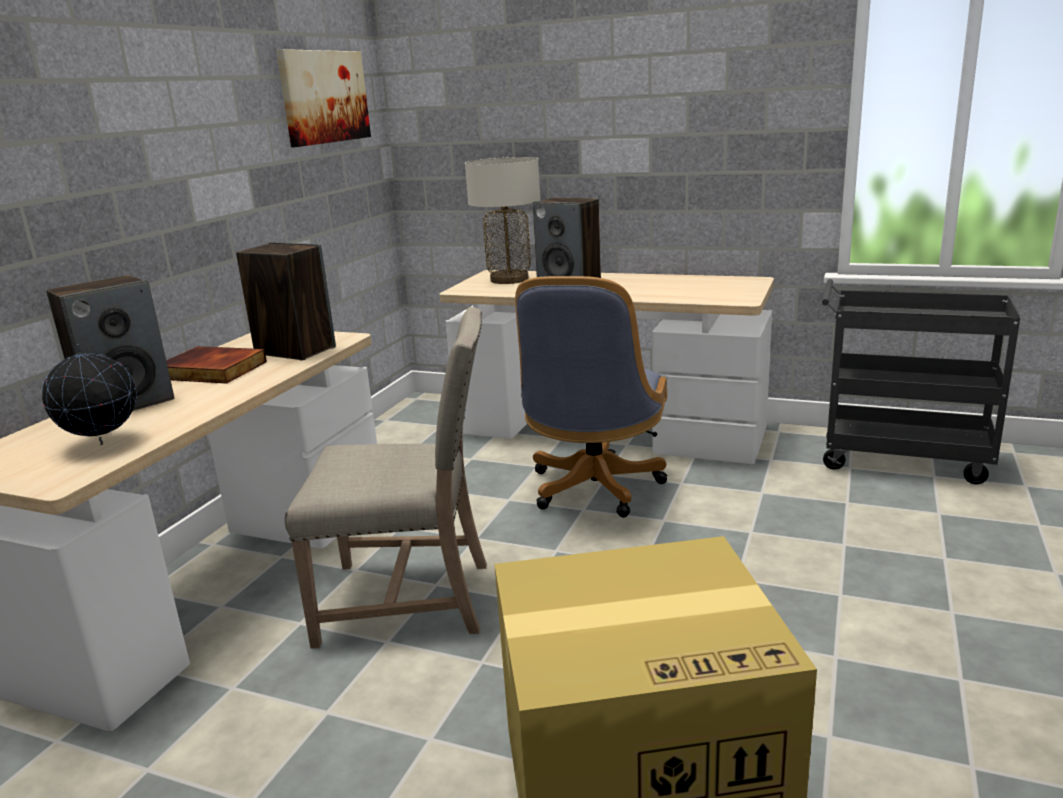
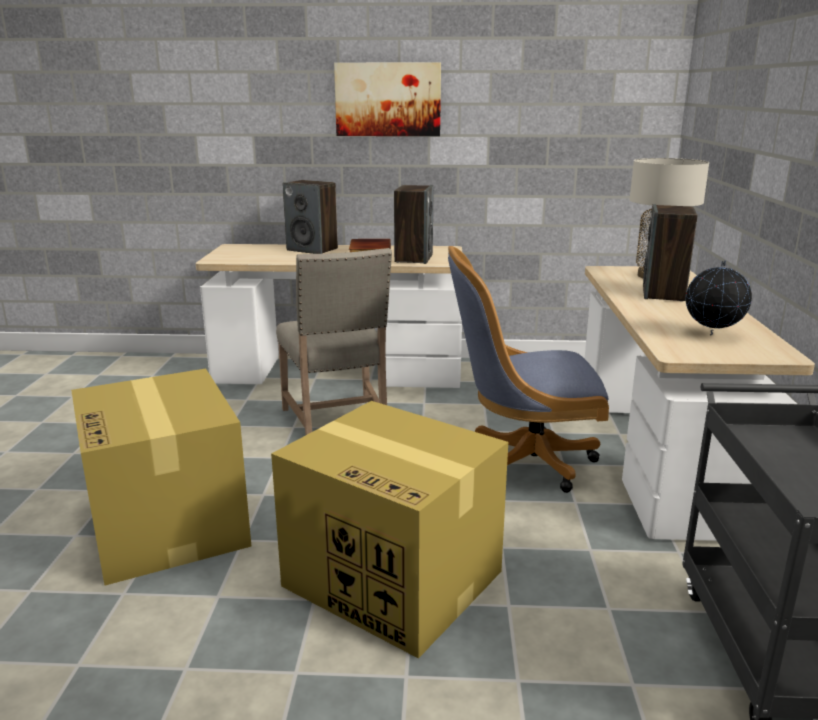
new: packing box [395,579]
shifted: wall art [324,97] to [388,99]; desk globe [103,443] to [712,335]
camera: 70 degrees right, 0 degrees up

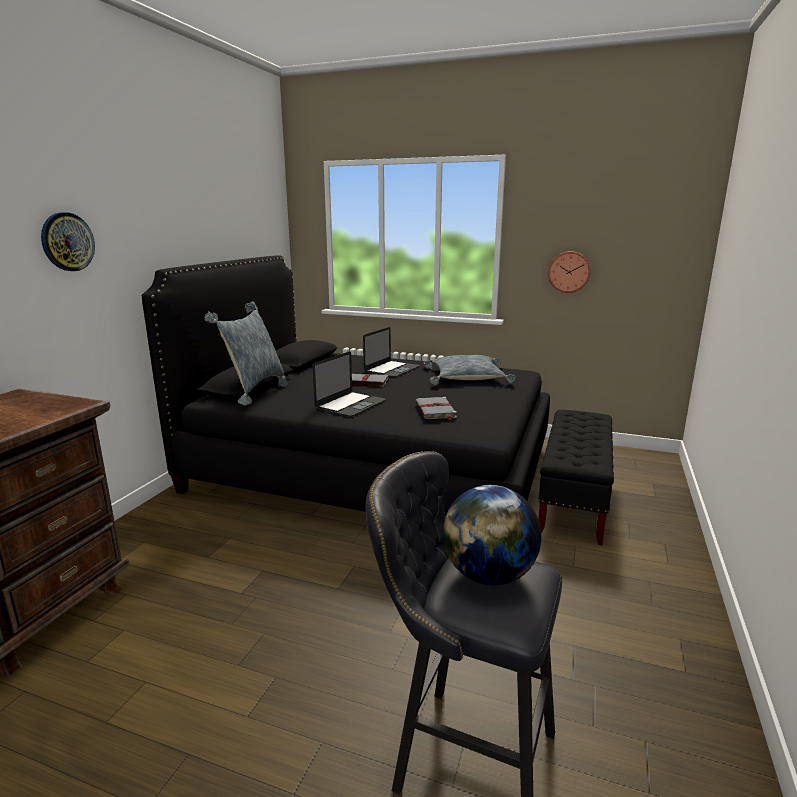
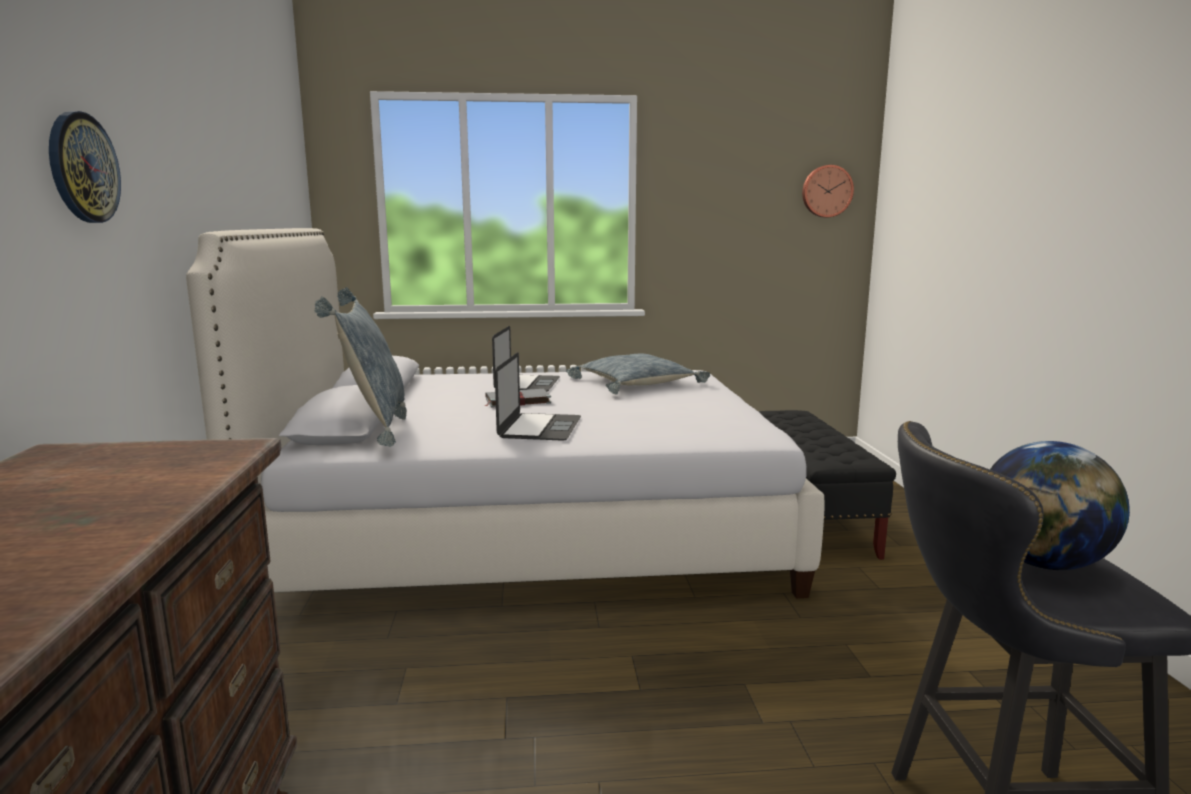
gone: greyish bound book [435,410]
shifted: wall clock [569,272] to [826,191]
repainted: blackish bed [372,469] to white-coloured bed [529,530]
camera: 25 degrees left, 5 degrees down

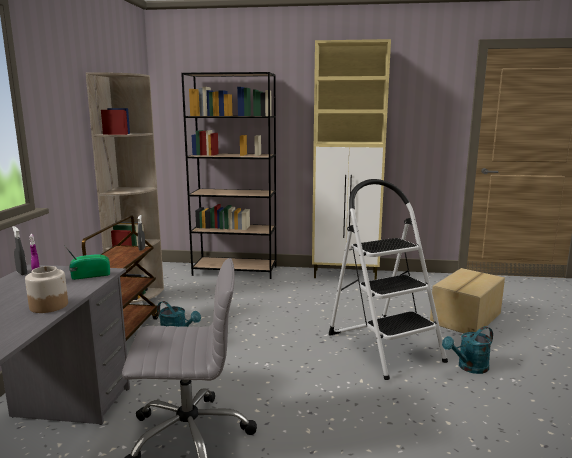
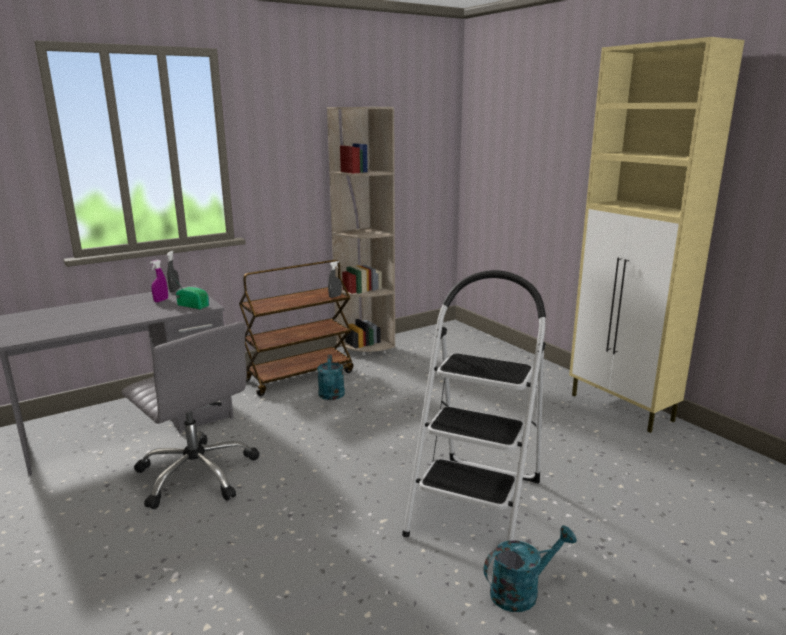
gone: preserve jar [49,306]; beige bookcase [235,271]; packing box [467,318]
rotated: blue-green watering can [469,367] = [522,591] 135 degrees clockwise
camera: 50 degrees right, 5 degrees up

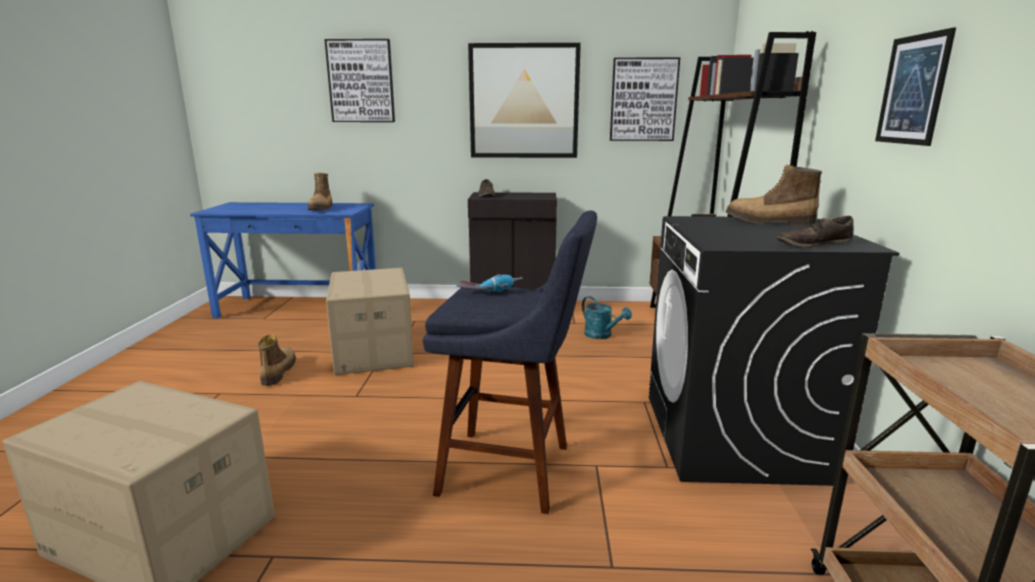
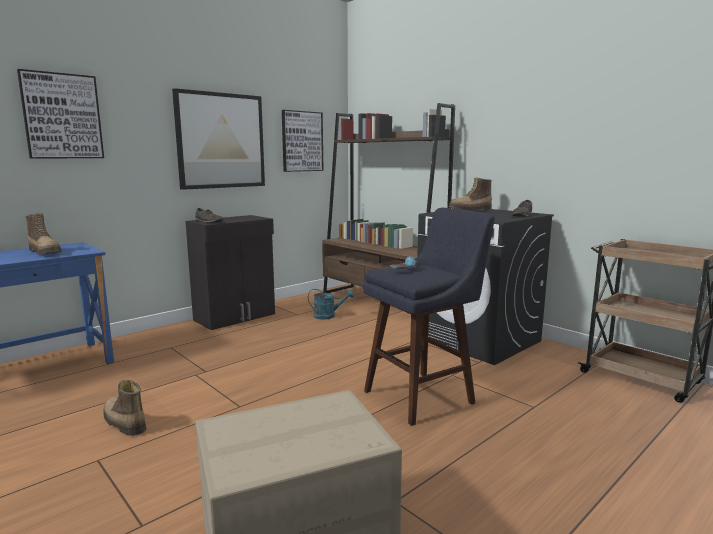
gone: packing box [372,351]; wall art [912,90]
camera: 45 degrees left, 5 degrees down

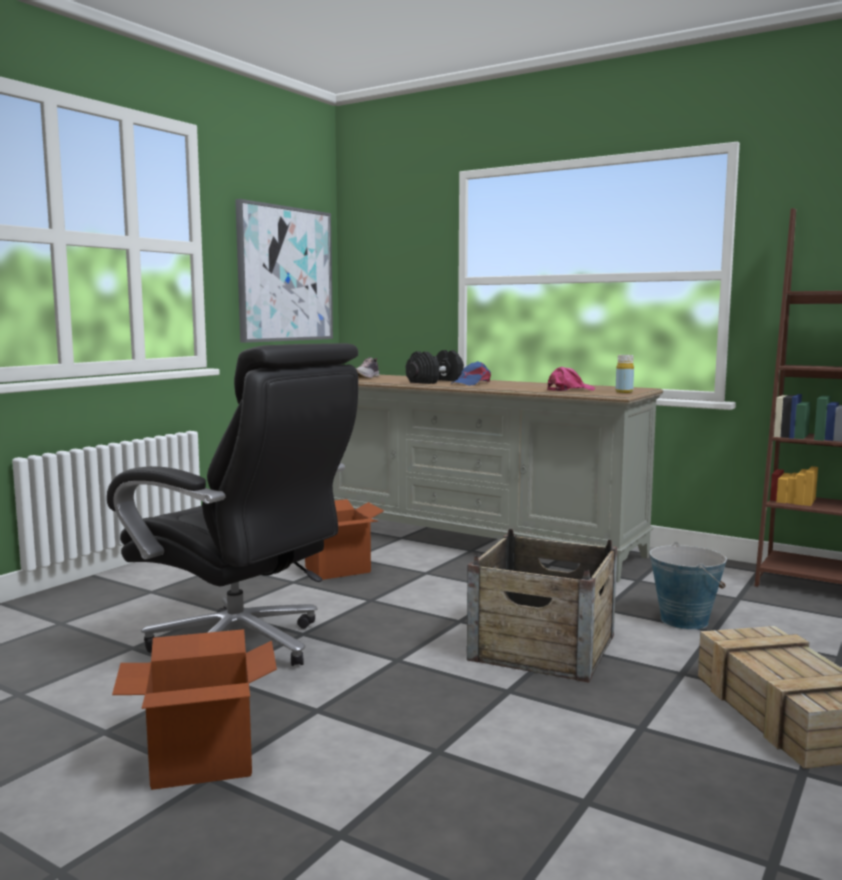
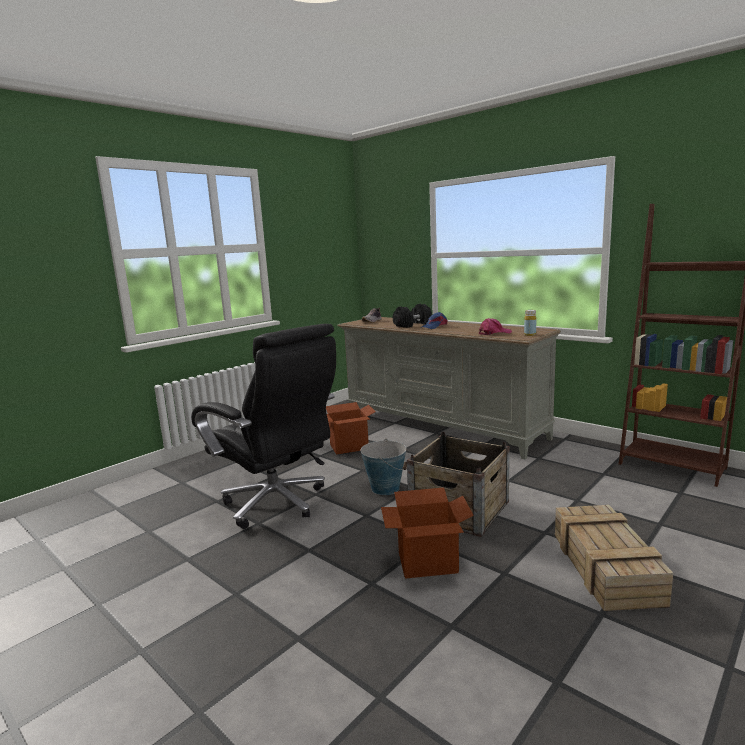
gone: wall art [285,274]
shifted: water bucket [684,620] to [385,488]; packing box [201,762] to [427,563]
camera: 10 degrees right, 5 degrees up

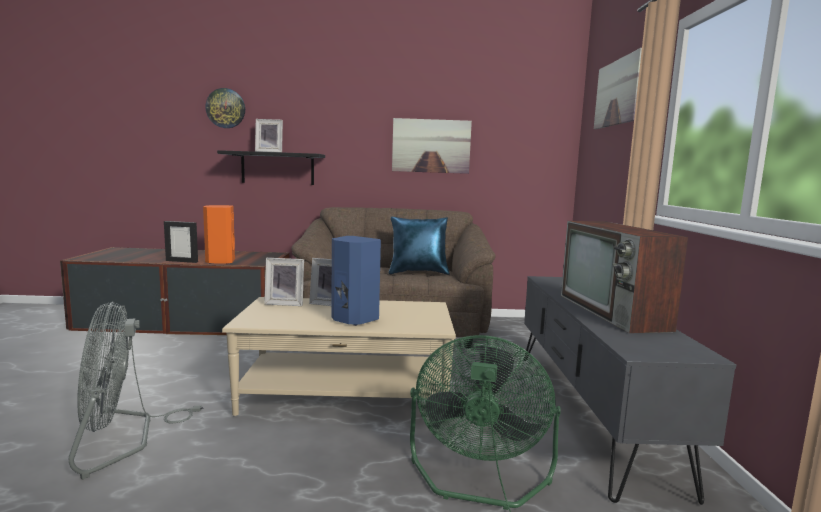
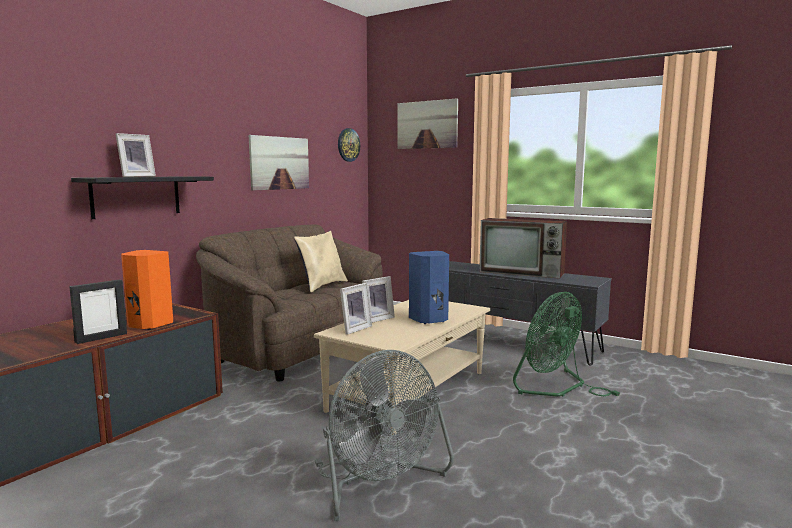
shifted: wall clock [226,108] to [348,145]
repainted: bluish pillow [418,272] to beige pillow [322,286]
rotated: greyish electric fan [126,434] = [375,485] 45 degrees counterclockwise
camera: 55 degrees left, 0 degrees up

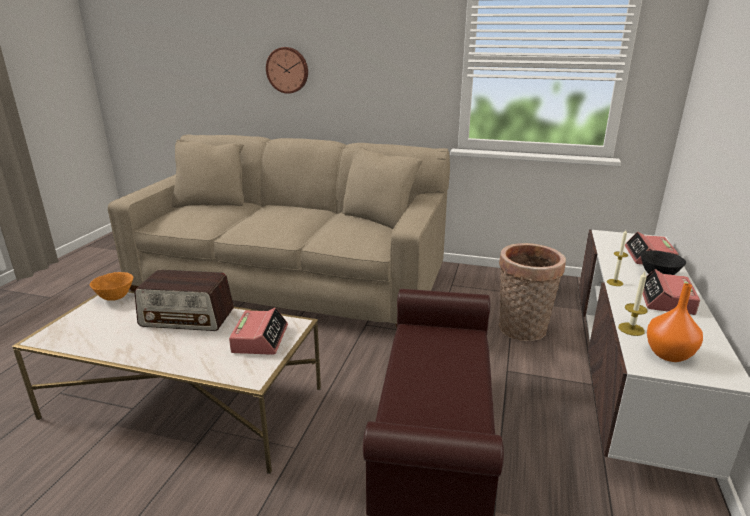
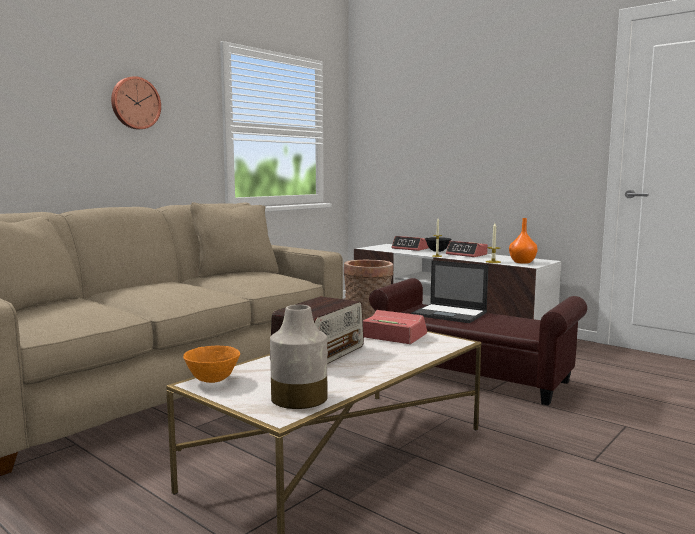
new: beige flower vase [298,398]; portable computer [450,314]
shifted: wall clock [288,70] to [135,103]
camera: 65 degrees left, 15 degrees down

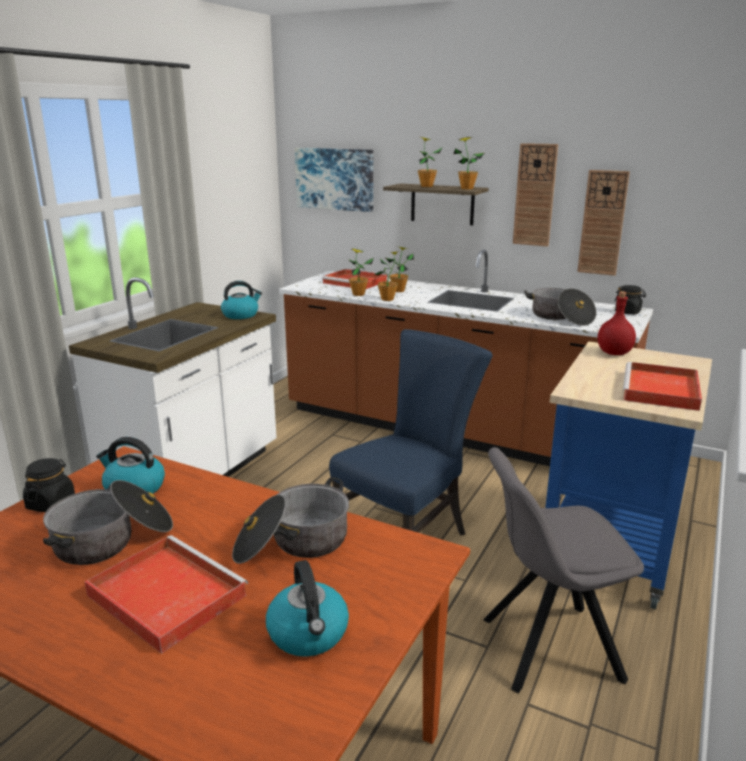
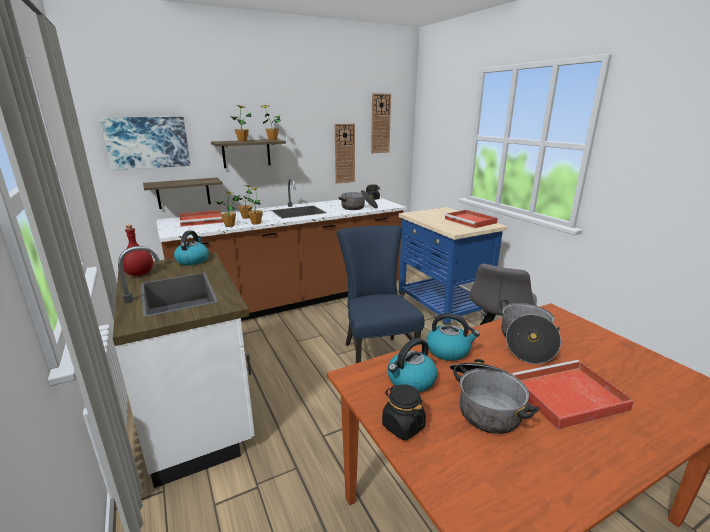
new: wall shelf [183,193]
shifted: reddish beverage bottle [613,353] to [138,273]; wall clock [535,195] to [380,123]; kettle [309,634] to [448,351]
camera: 55 degrees left, 0 degrees up

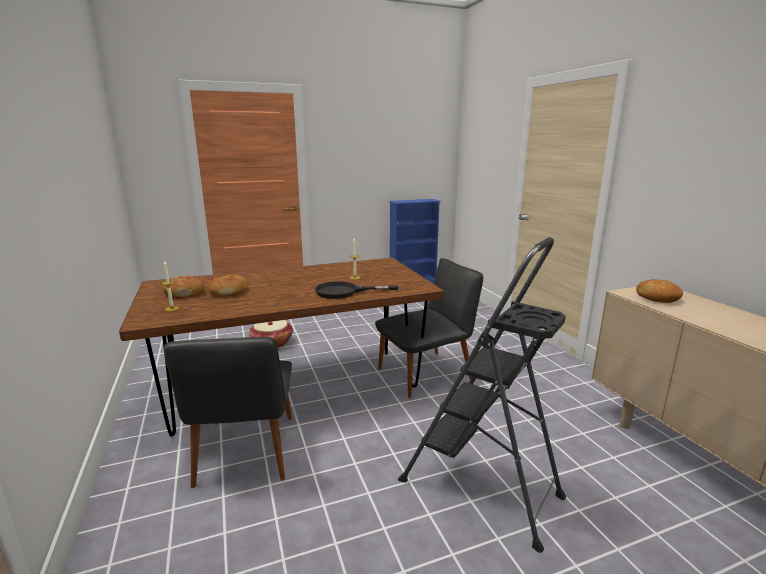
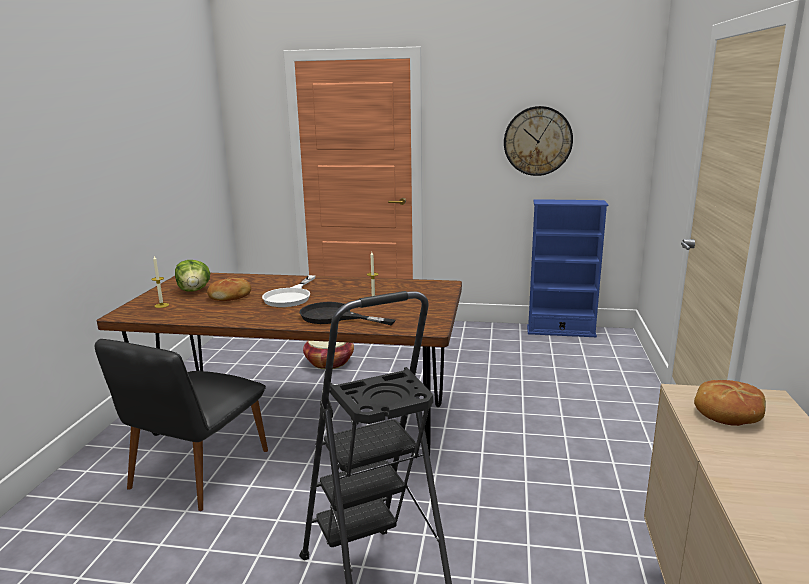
gone: blackish plain chair [424,373]
new: white-coloured pan [290,296]; wall clock [537,141]
swapped: baked bread [184,293] to lettuce head [194,290]
camera: 30 degrees right, 0 degrees up

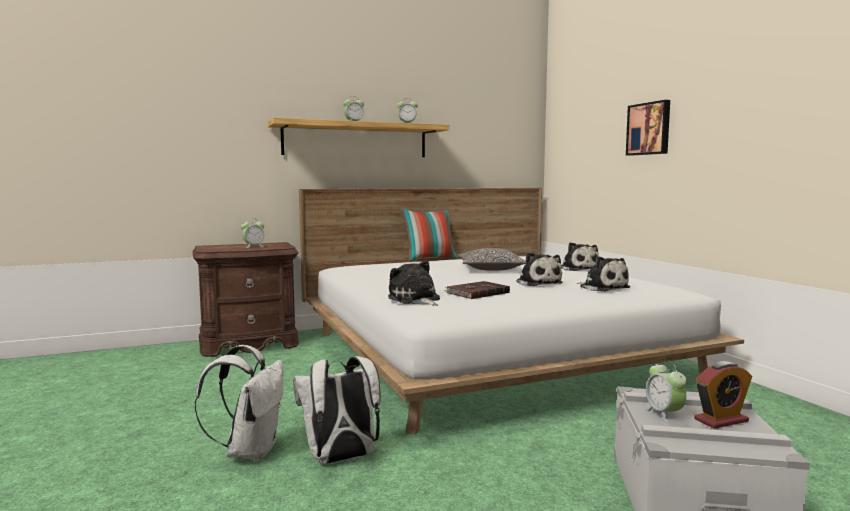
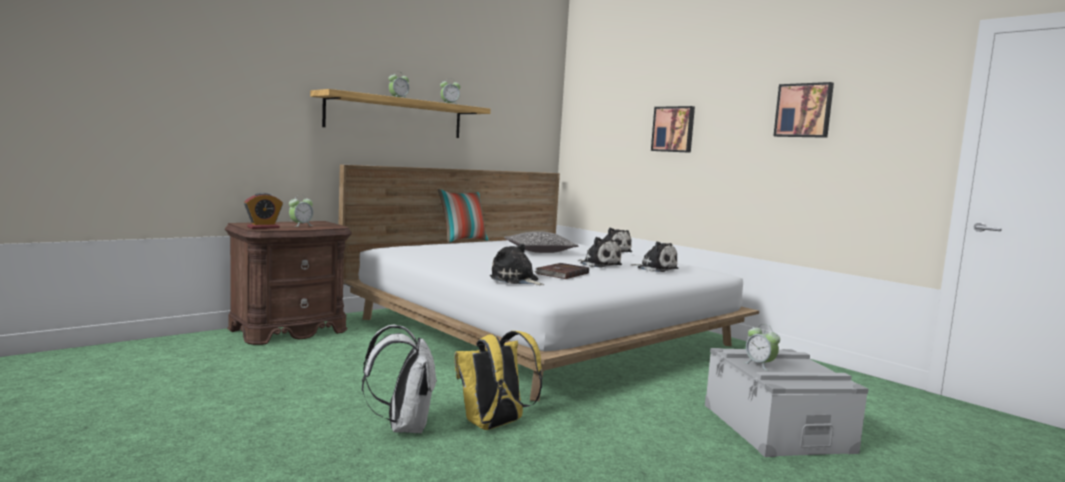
new: wall art [804,110]
shifted: bedside clock [721,420] to [263,227]
repainted: white-coloured backpack [341,459] to yellowish backpack [494,425]
camera: 20 degrees left, 0 degrees up

